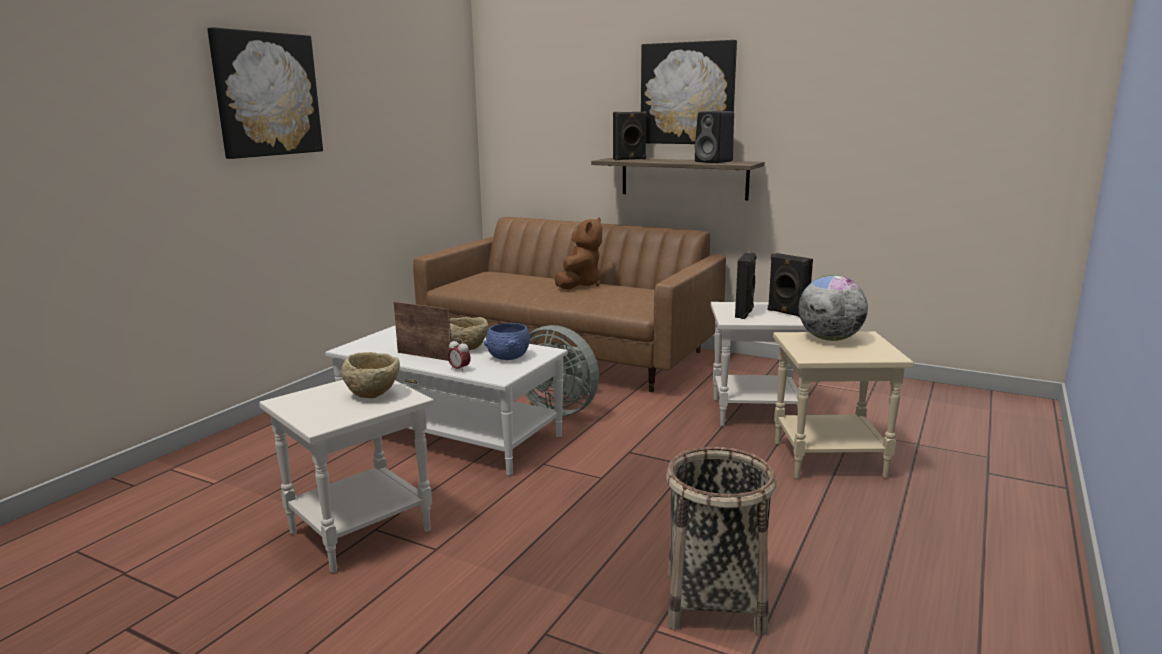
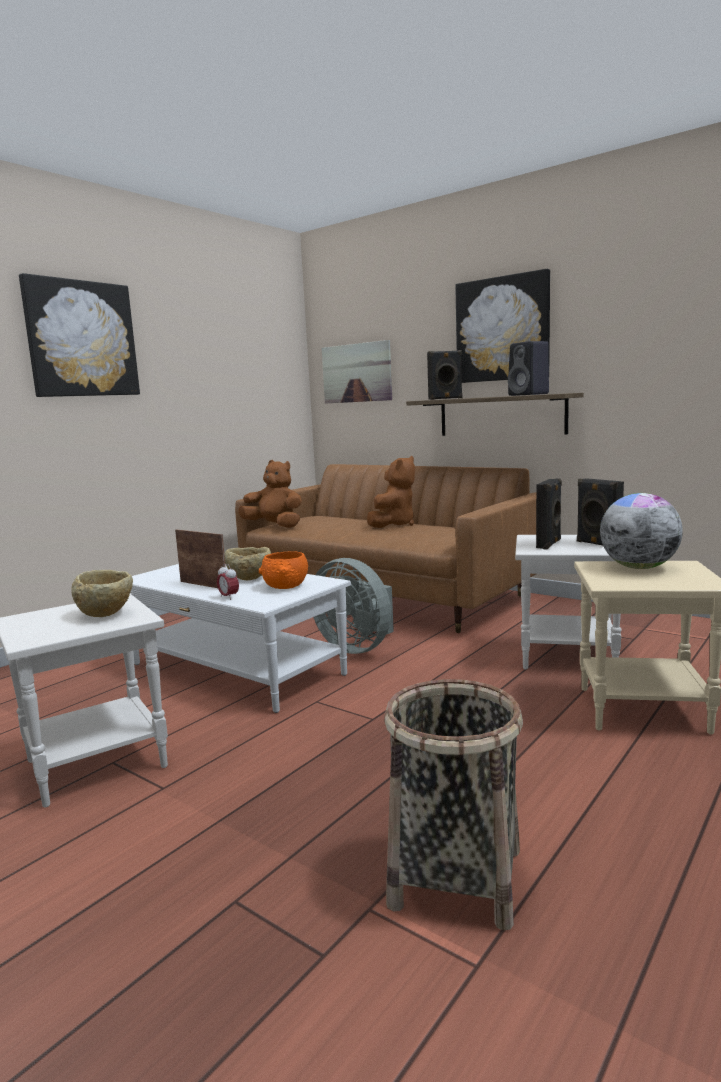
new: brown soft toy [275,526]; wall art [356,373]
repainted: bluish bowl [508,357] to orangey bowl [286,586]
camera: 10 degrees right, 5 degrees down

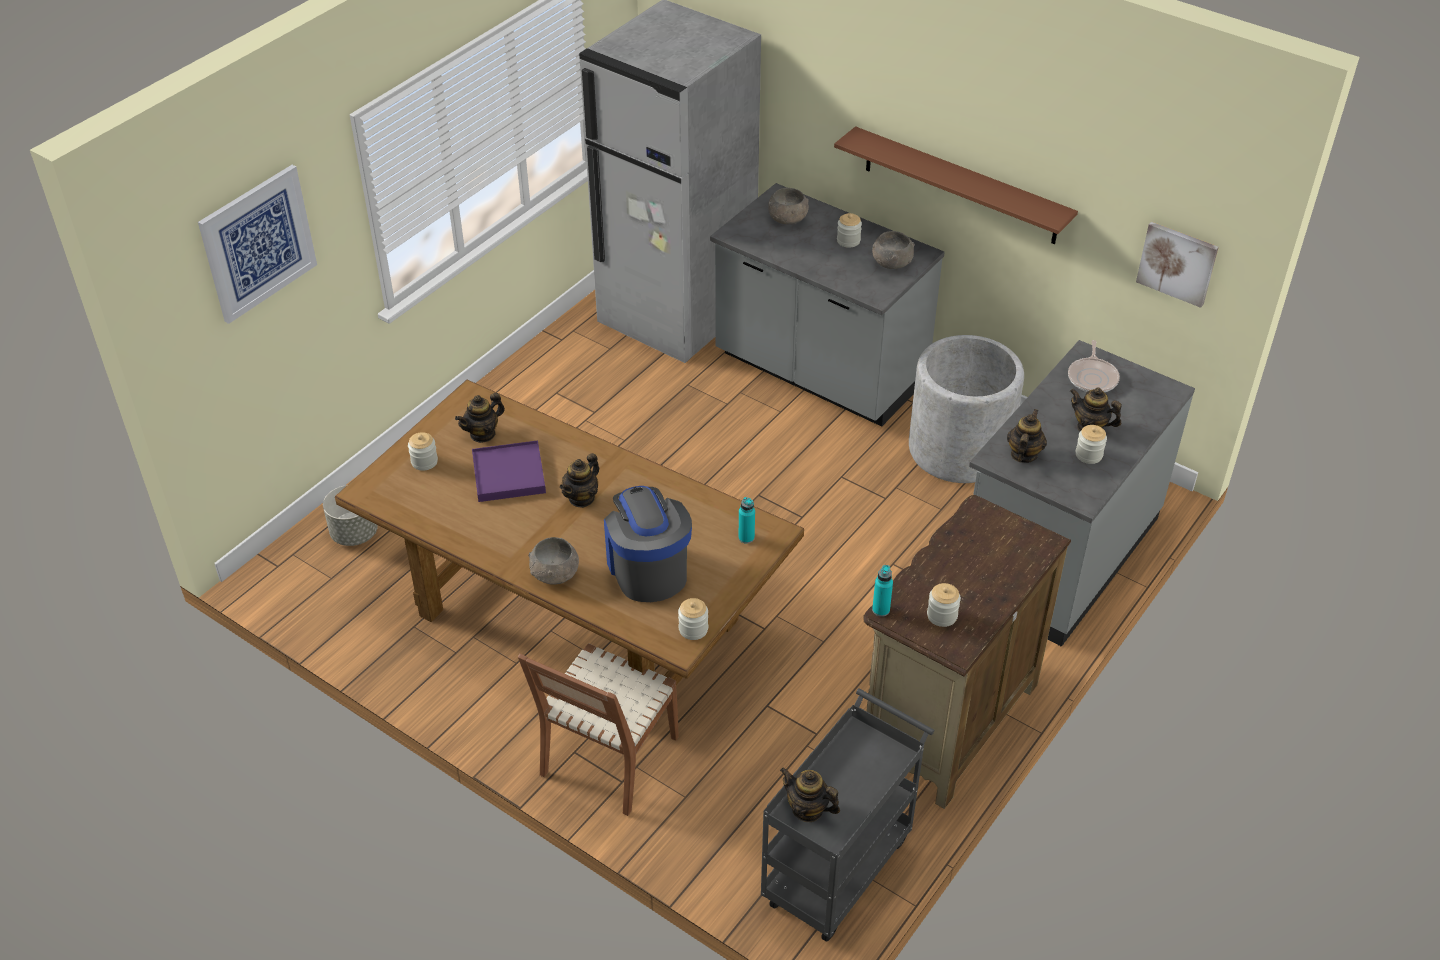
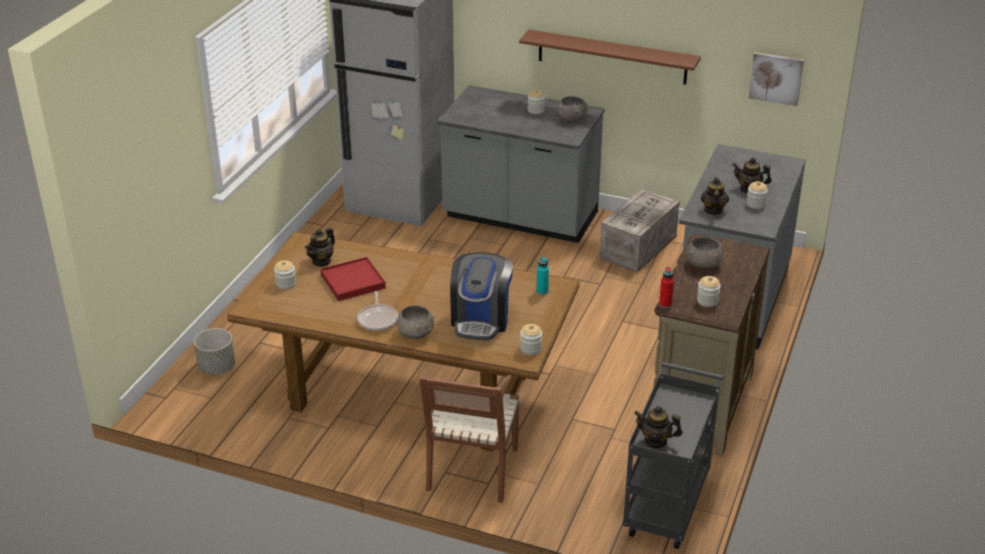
gone: wall art [258,243]; pot for tea [582,498]
shifted: pan [1093,377] to [378,319]; greyish bowl [788,219] to [704,264]
swapped: greyish flower pot [959,449] to shipping crate [638,248]
repainted: purple carrying tray [508,474] to reddish carrying tray [353,281]; blue-green beverage bottle [881,610] to reddish beverage bottle [665,304]
rotated: coffee maker [647,568] = [481,319] 135 degrees counterclockwise
camera: 15 degrees left, 10 degrees down

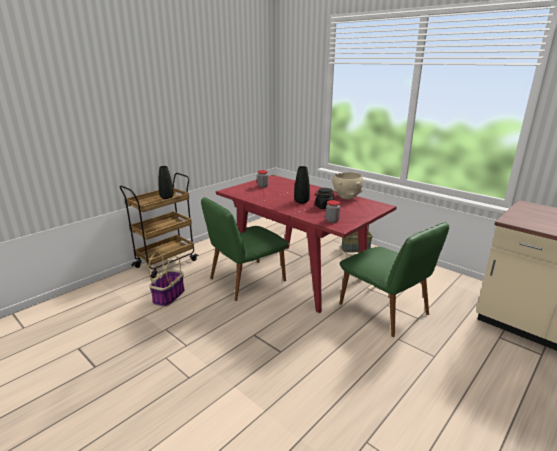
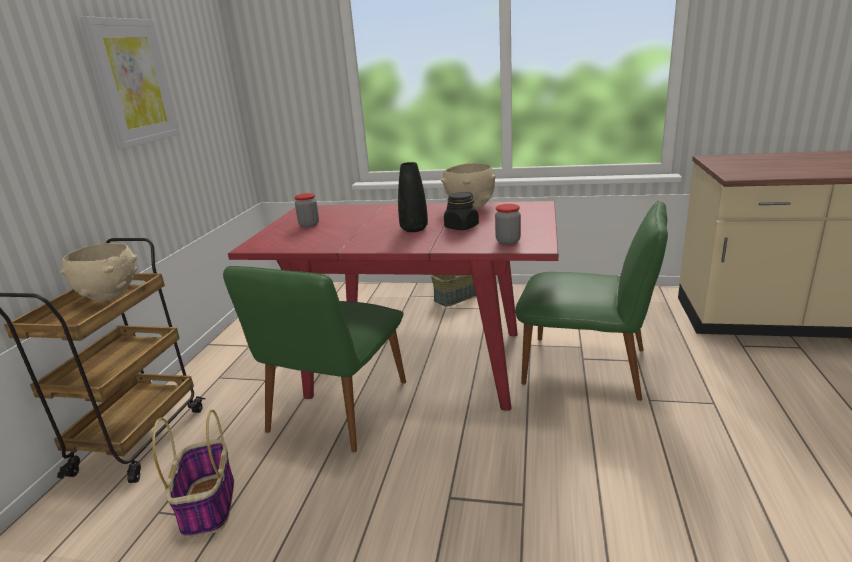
new: wall art [133,82]
swapped: blackish flower vase [167,197] to beige bowl [110,296]
camera: 30 degrees left, 0 degrees up

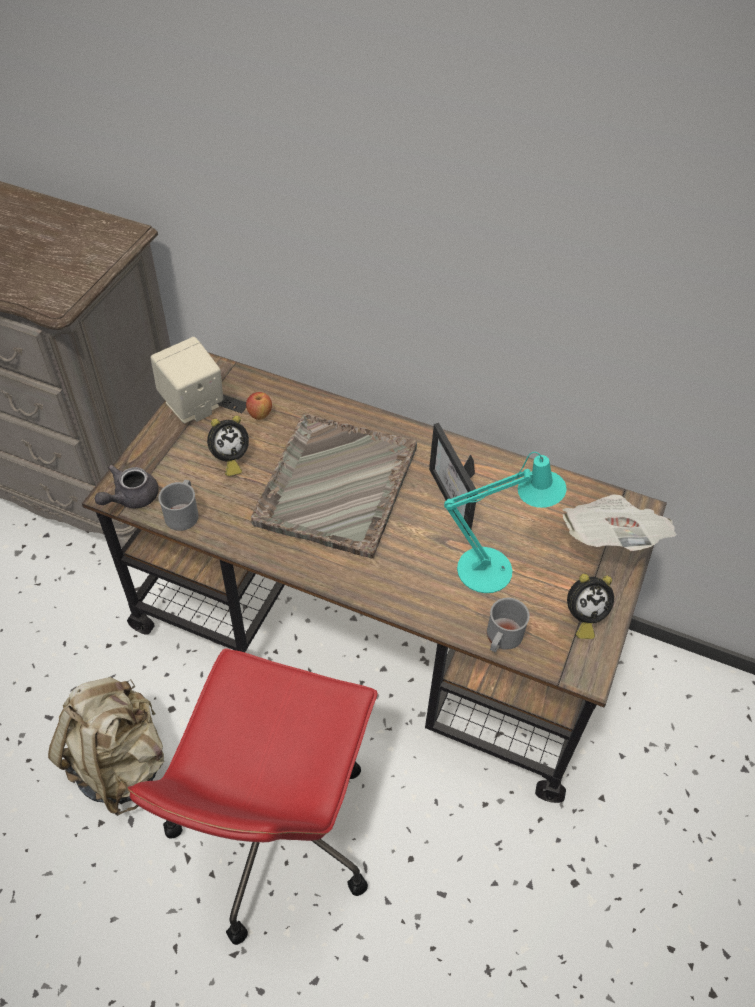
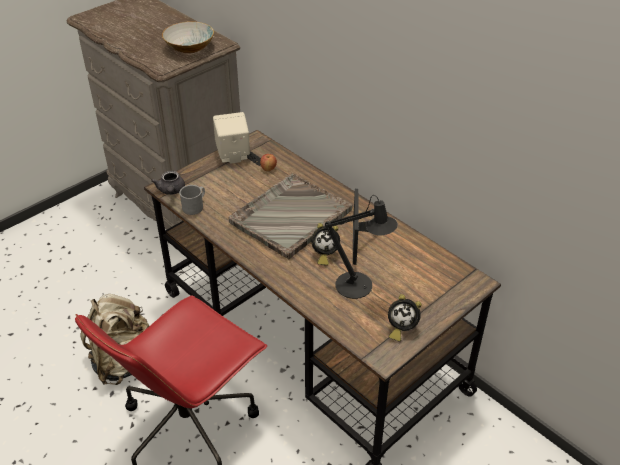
gone: greyish mug [501,639]; daily paper [610,539]
new: bowl [189,48]
shifted: bedside clock [229,460] to [324,255]
repainted: blue-green tabletop lamp [493,570] to blackish tabletop lamp [359,287]
rotated: greyish pot for tea [130,497] = [171,191] 75 degrees counterclockwise
camera: 25 degrees right, 10 degrees down

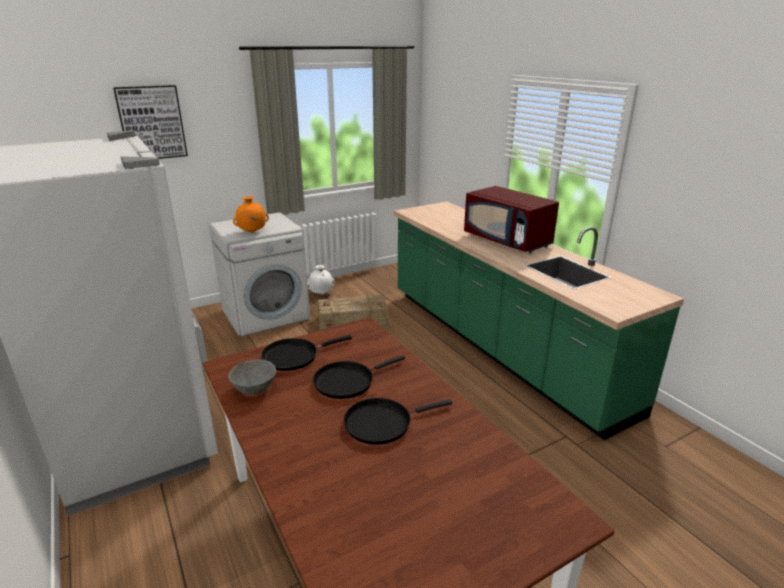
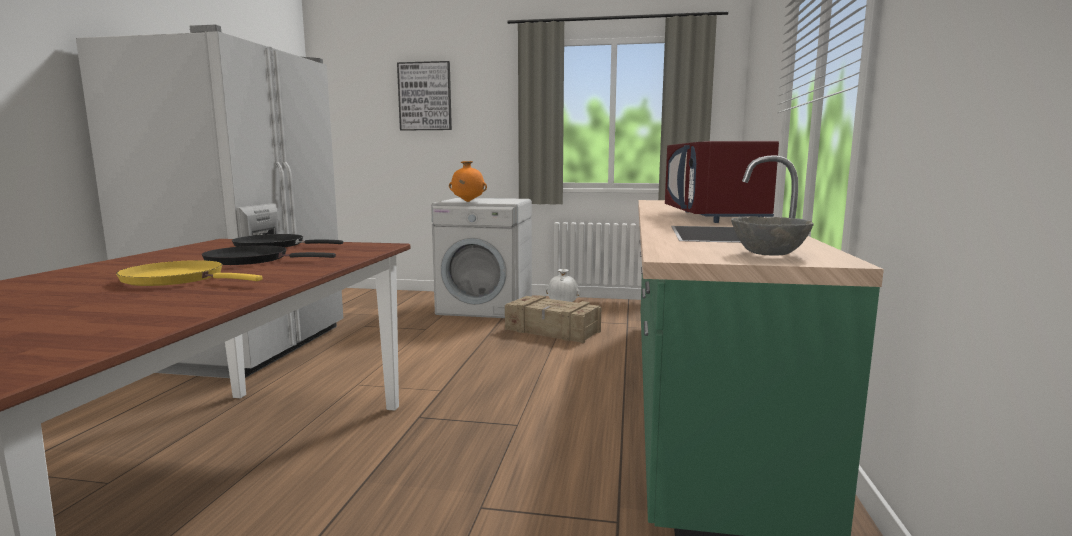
shifted: greyish bowl [255,389] to [769,254]
repainted: blackish pan [382,423] to yellowish pan [179,279]
camera: 40 degrees right, 15 degrees down

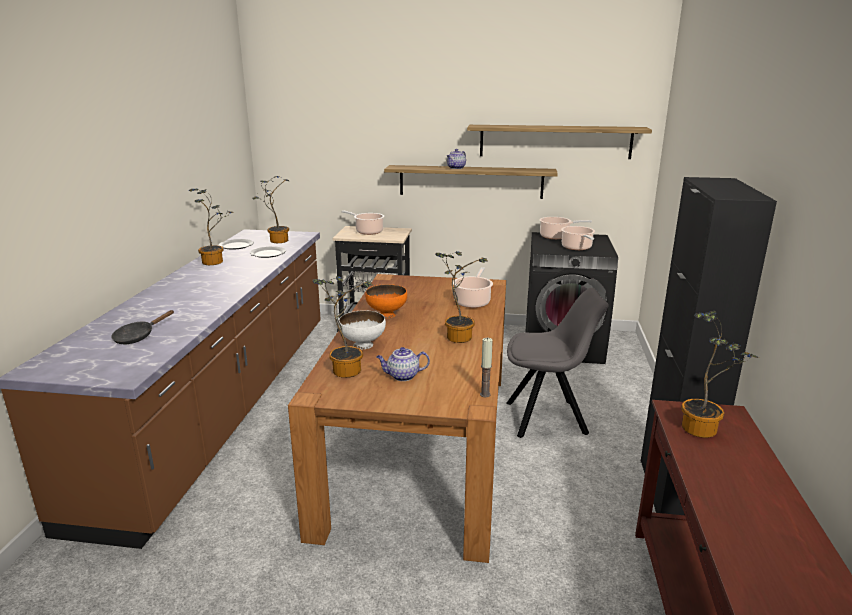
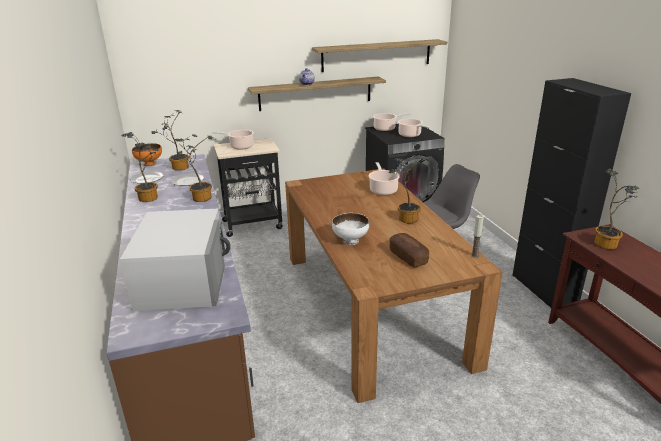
shifted: orangey bowl [387,314] to [149,164]; houseplant [345,369] to [200,197]
swapped: blackish pan [137,337] to white-coloured microwave oven [183,279]; pot for tea [402,376] to baked bread [408,257]
camera: 25 degrees left, 5 degrees up

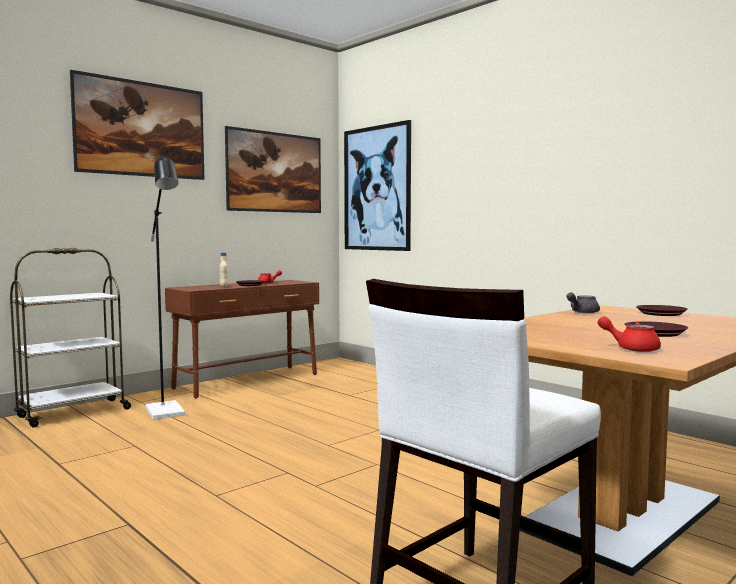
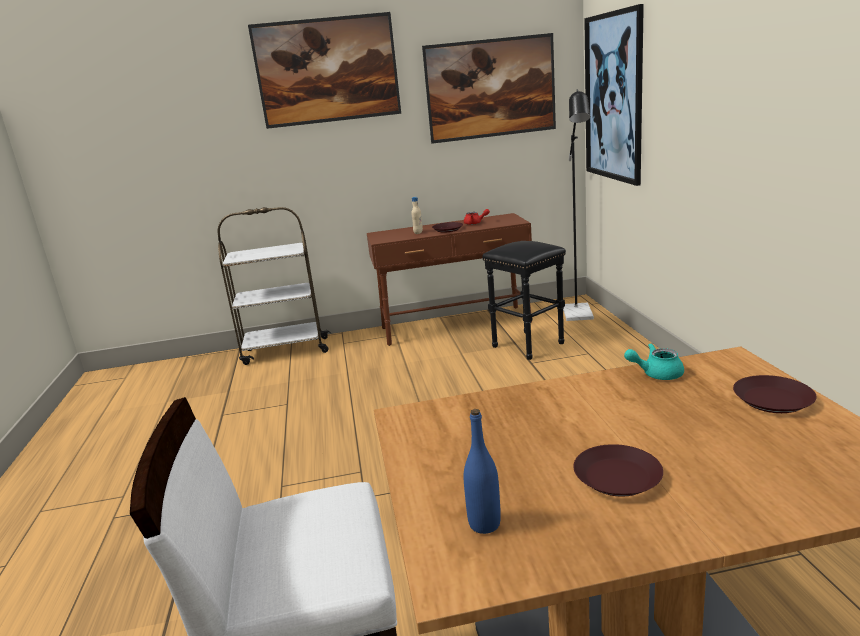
new: blackish stool [527,344]
shifted: blackish floor lamp [167,414] to [578,316]
swapped: reddish pot for tea [631,348] to bluish beverage bottle [484,524]
repainted: greyish pot for tea [581,312] to blue-green pot for tea [656,374]
camera: 35 degrees right, 15 degrees up

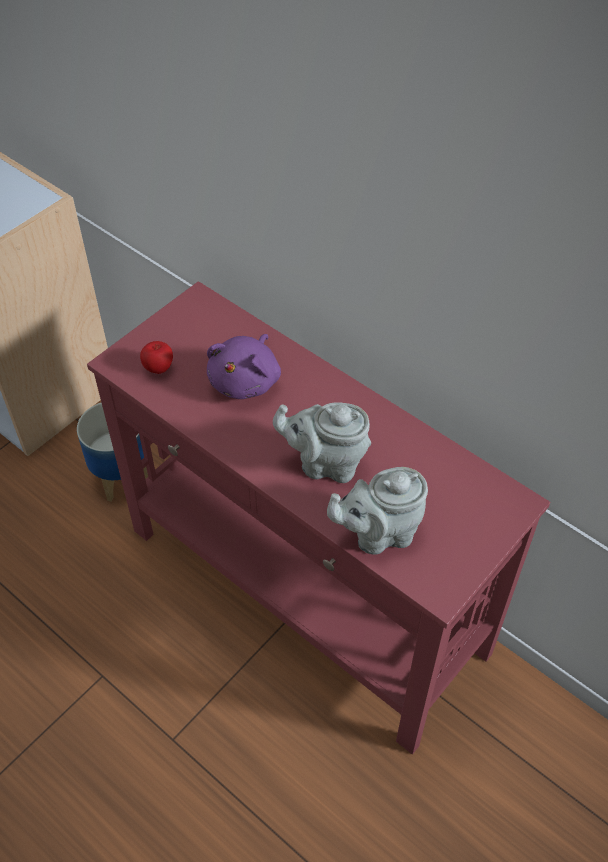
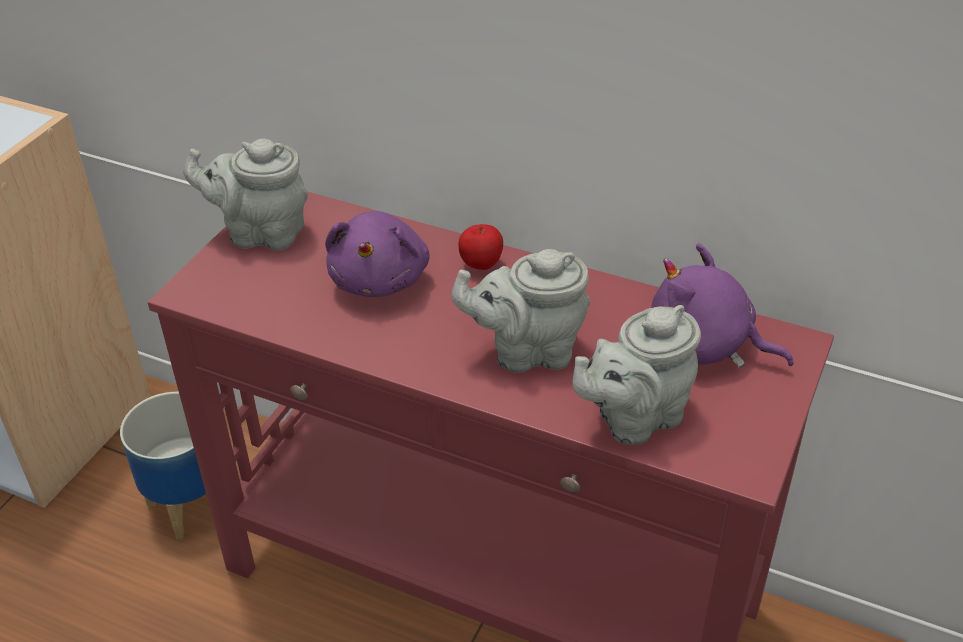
new: greyish pot for tea [260,233]; purple soft toy [706,345]
shifted: apple [158,369] to [481,265]
camera: 15 degrees left, 10 degrees down

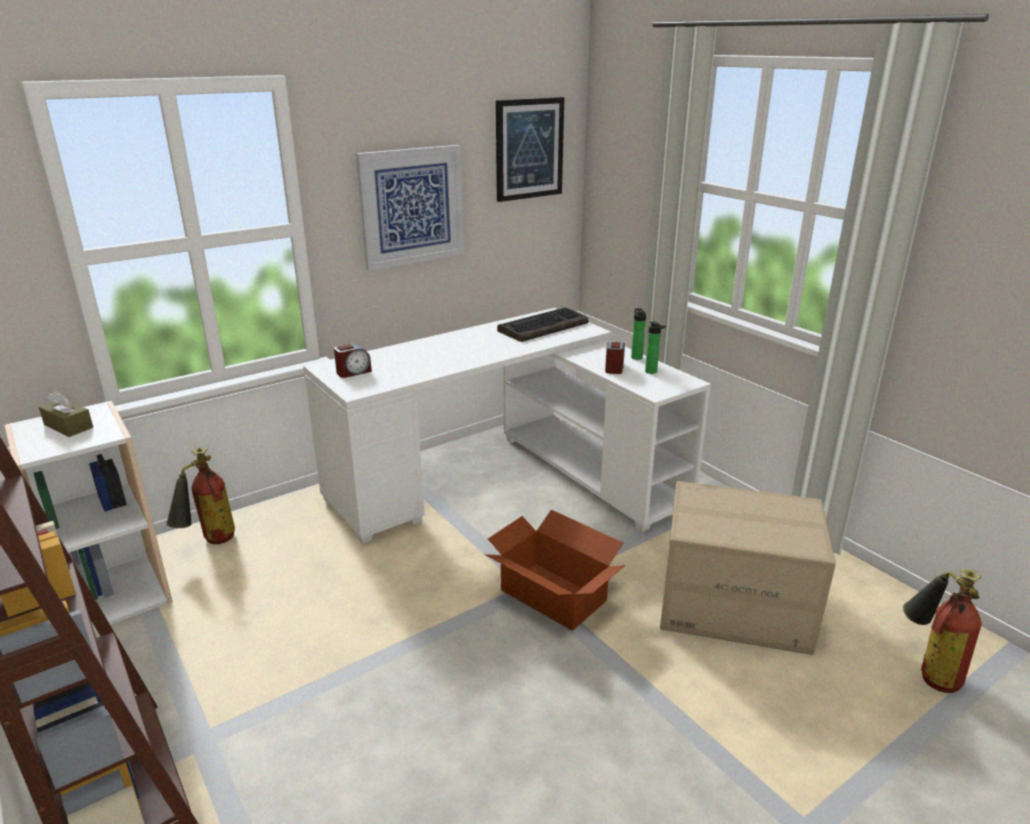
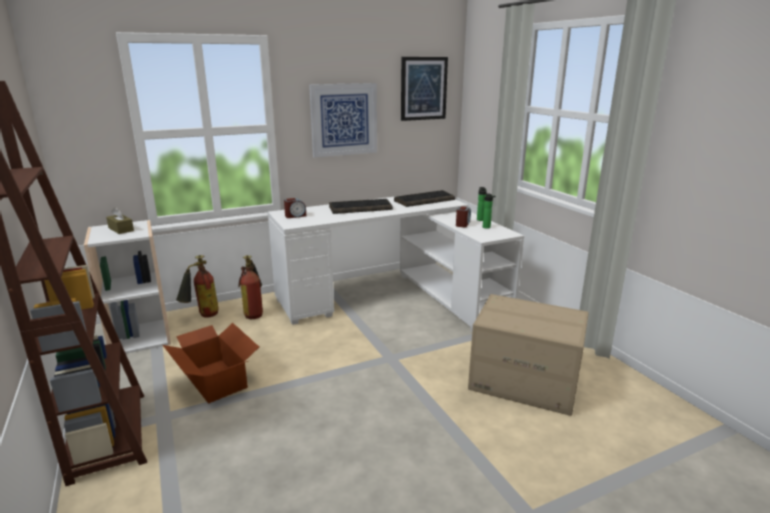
new: PC keyboard [361,208]
shifted: packing box [553,594] to [216,380]; fire extinguisher [928,669] to [255,312]
camera: 10 degrees right, 5 degrees down

